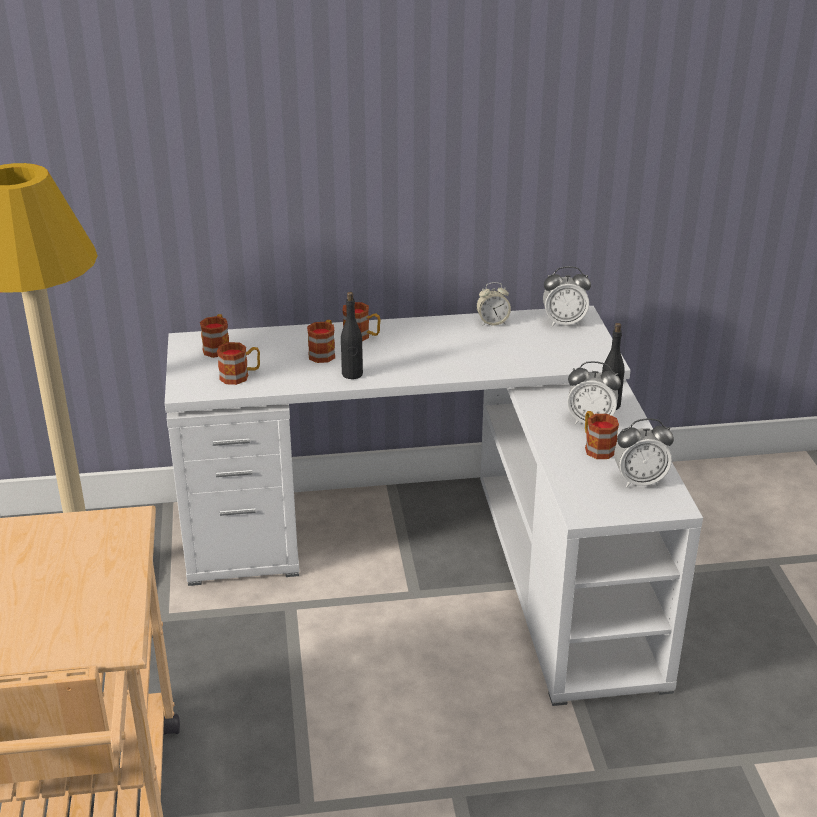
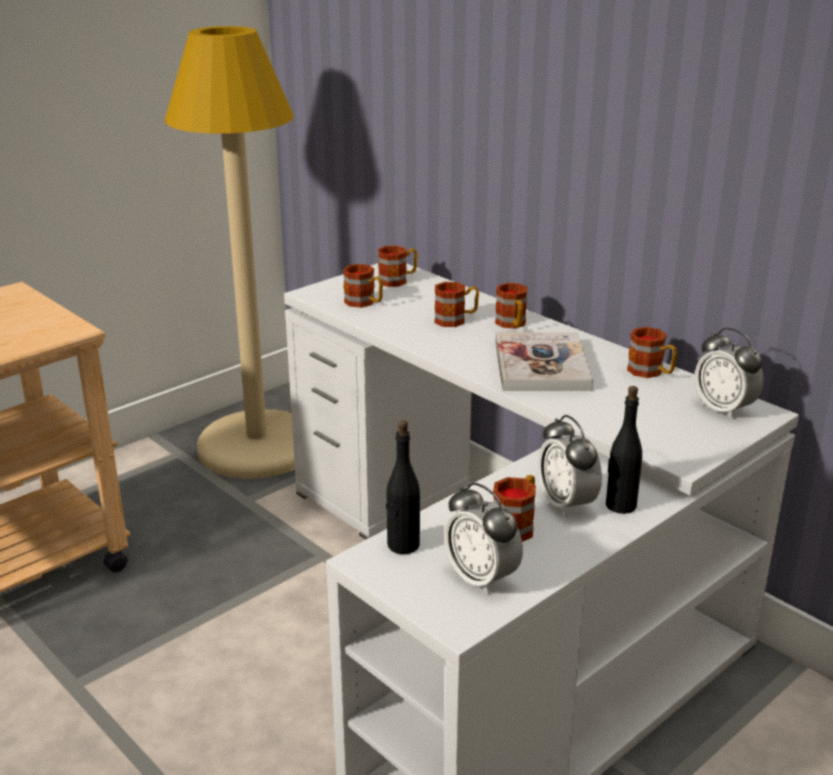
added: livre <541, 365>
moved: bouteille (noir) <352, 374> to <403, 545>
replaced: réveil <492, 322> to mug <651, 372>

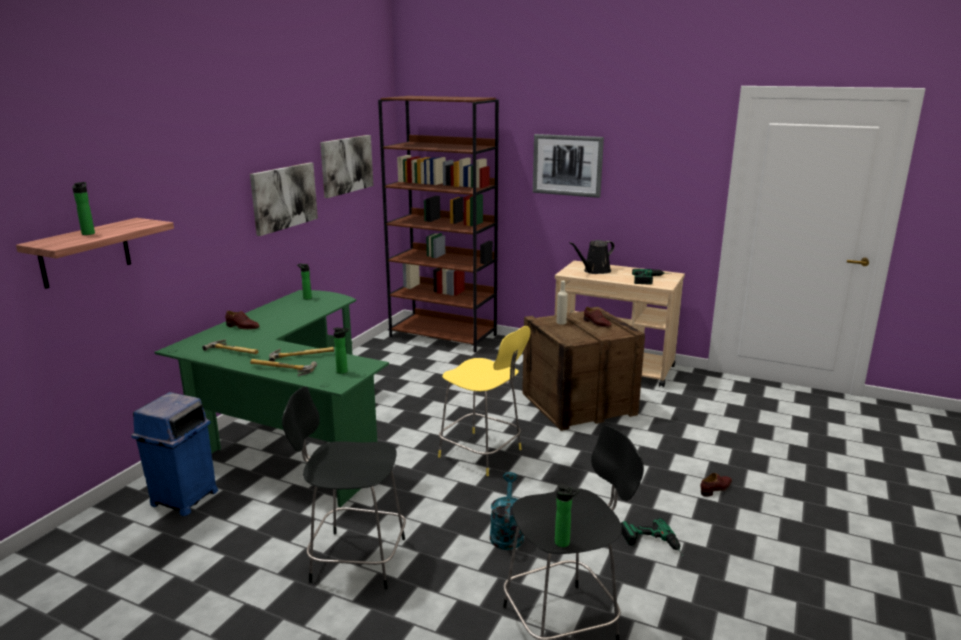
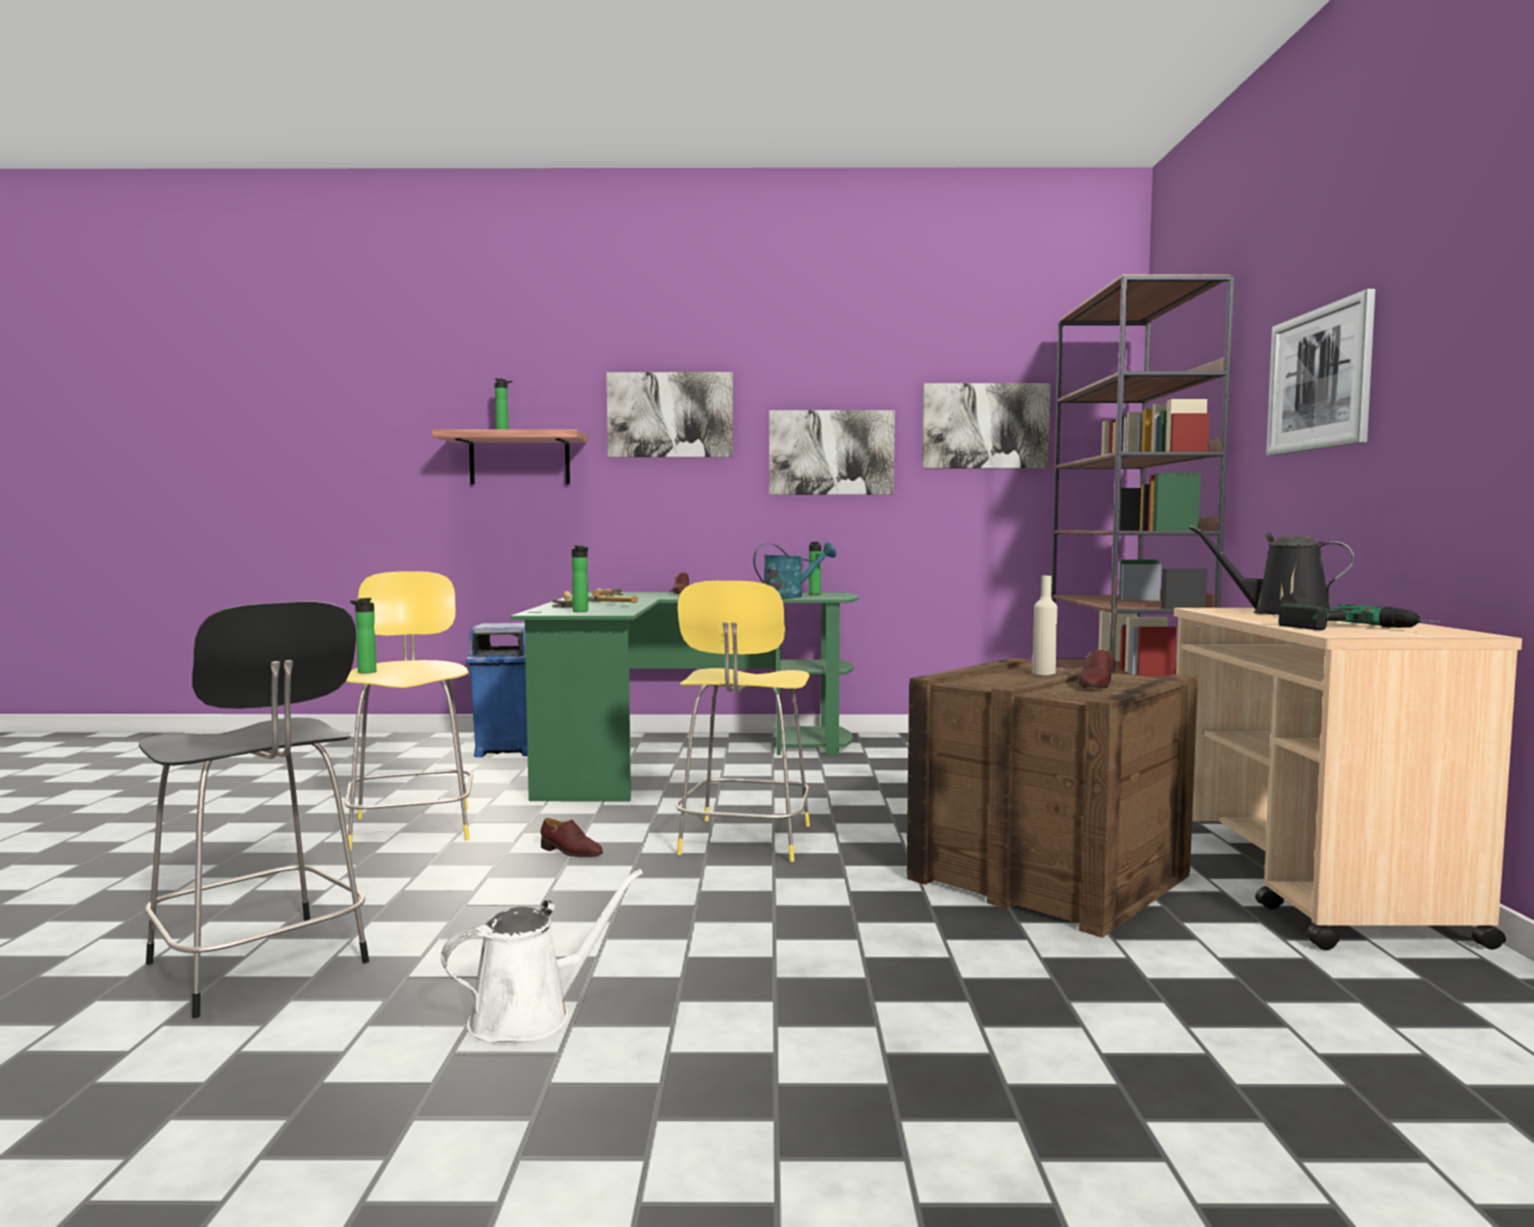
added: tableau <670, 415>
moved: arrosoir (turquoise) <506, 533> to <790, 596>; bouteille <564, 543> to <365, 672>; chaussure (marron) <716, 489> to <570, 852>
replaced: perceuse <653, 544> to arrosoir (blanc) <530, 1016>
recoloured: tabouret (noir) <355, 559> to tabouret (jaune) <412, 827>

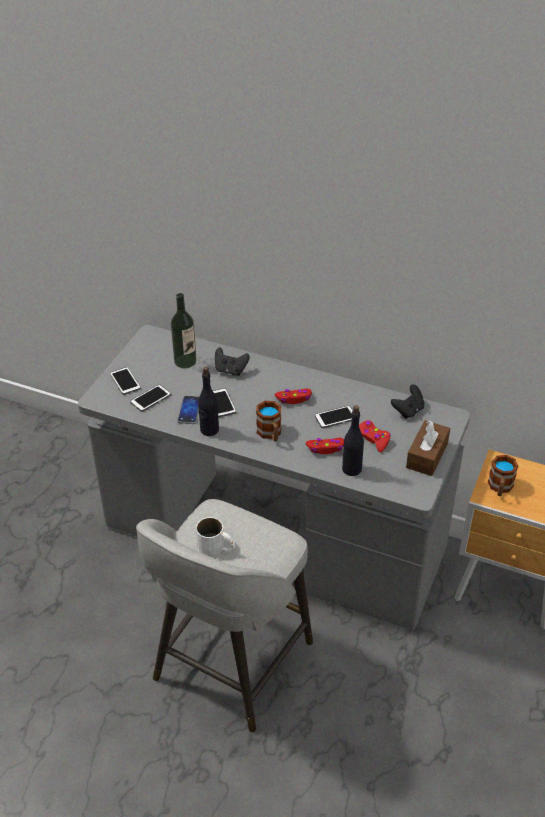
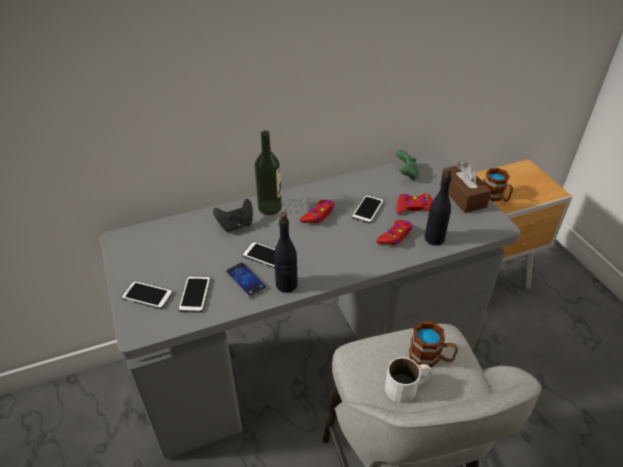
moved: bouteille <185, 361> to <270, 207>; mug <270, 434> to <430, 357>
recoloured: manette (noir) <408, 411> to manette (vert) <406, 174>

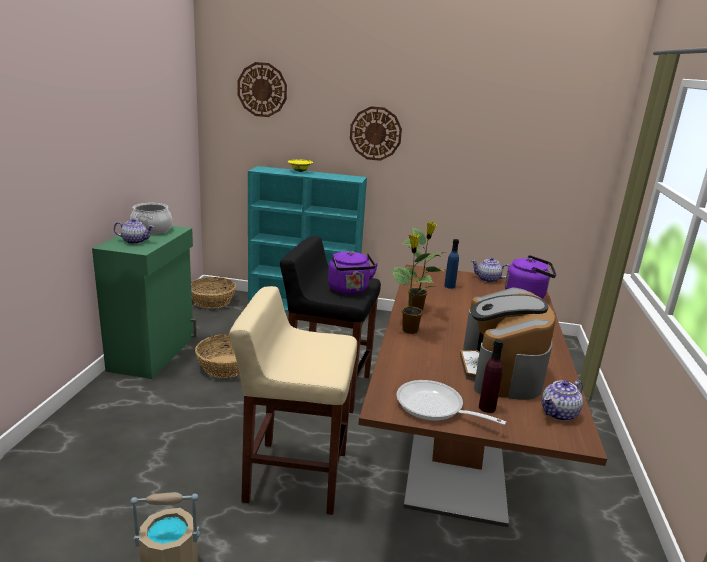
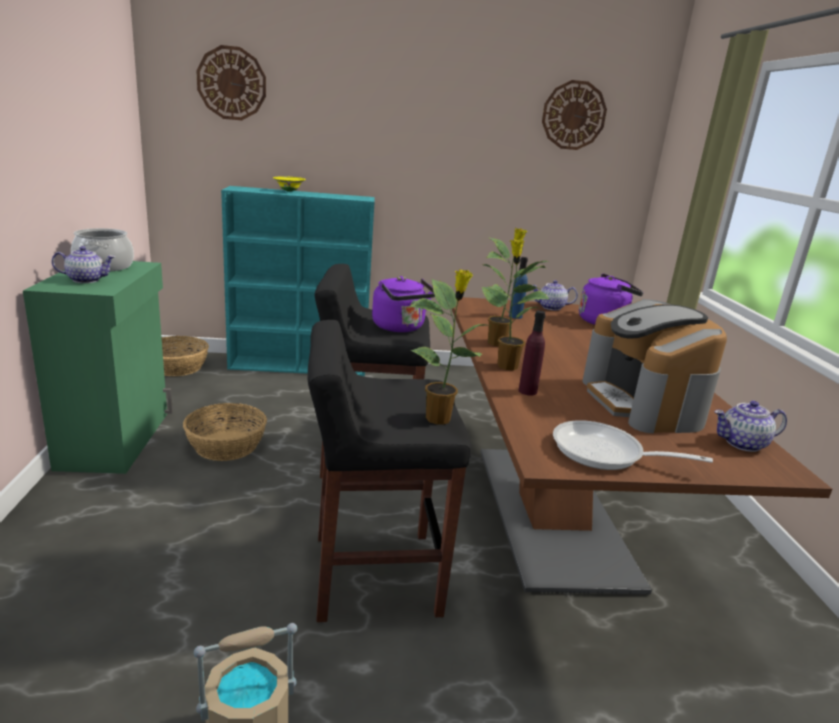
added: plante en pot <440, 419>
moved: horloge murale <375, 133> to <573, 115>; bouteille (violet) <487, 407> to <527, 391>
recoloured: tabouret (beige) <294, 476> to tabouret (noir) <373, 574>
turned: théière <559, 414> = <742, 444> 45 degrees clockwise

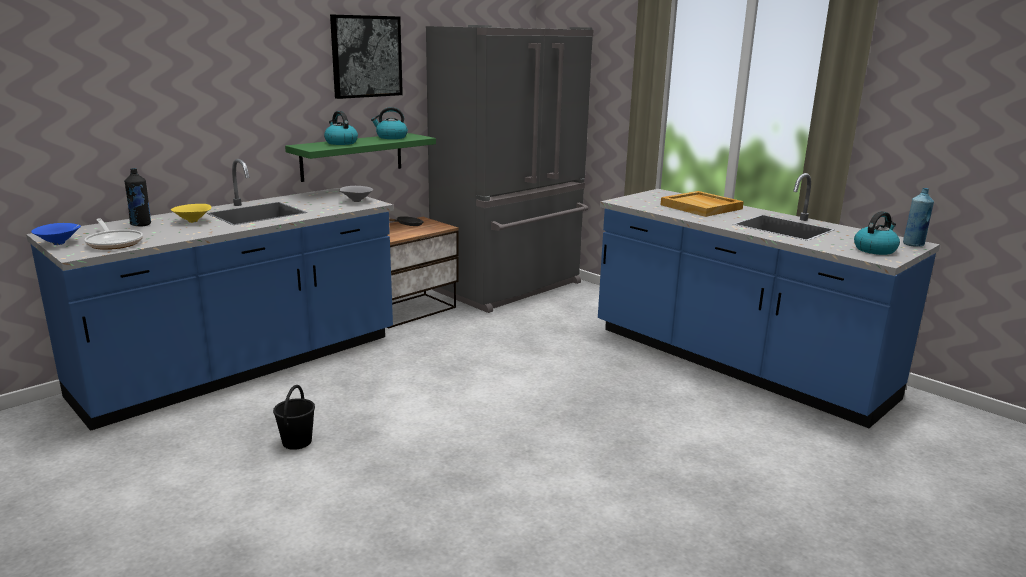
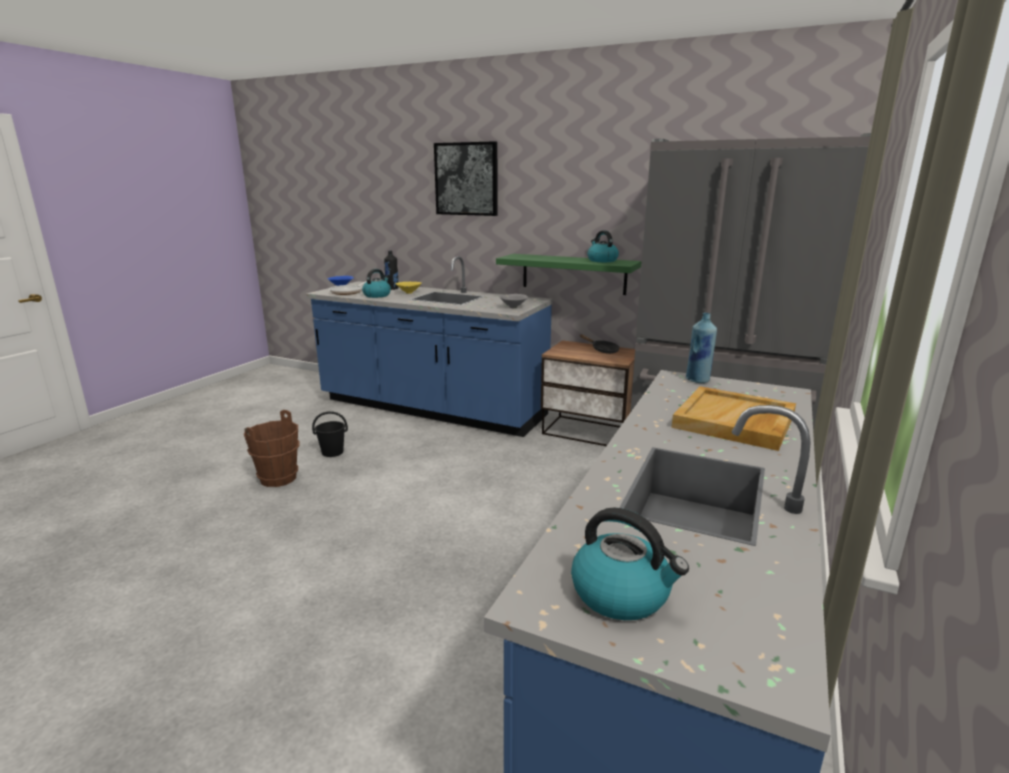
added: seau (marron) <279, 478>
moved: bouilloire <340, 143> to <377, 295>; tableau <366, 56> to <466, 179>; bouteille (bleu) <913, 245> to <698, 380>

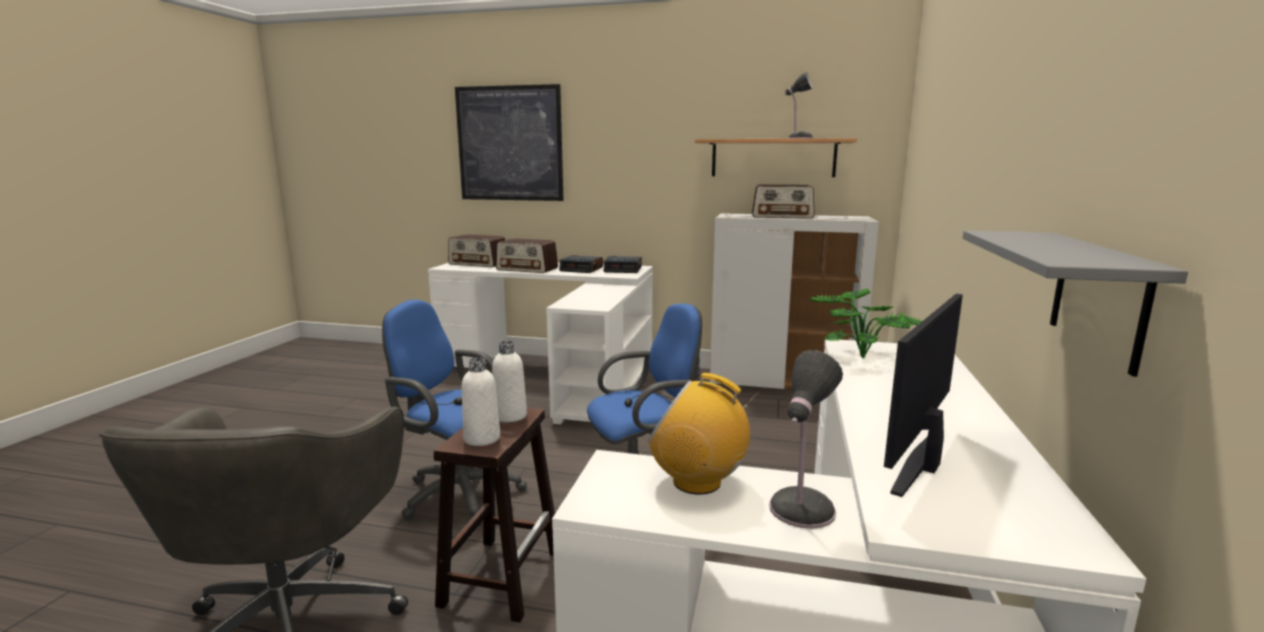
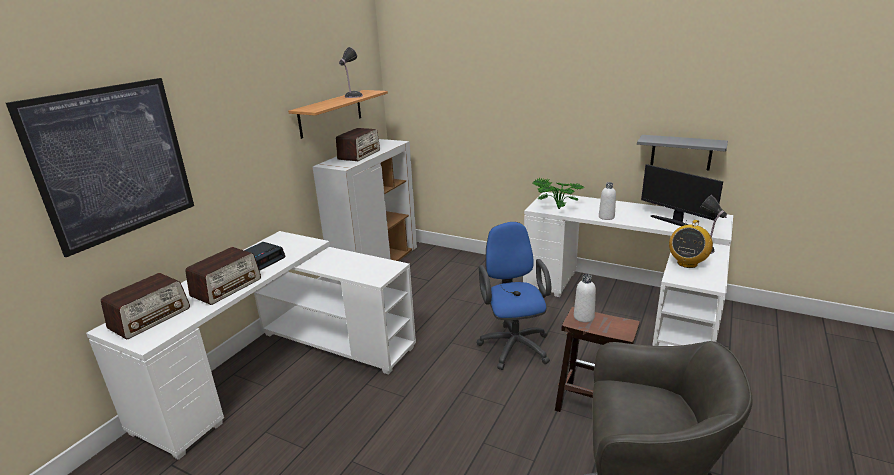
removed: chaise de bureau (bleu) <457, 493>; réveil <623, 269>
moved: bouteille (blanc) <482, 438> to <606, 217>

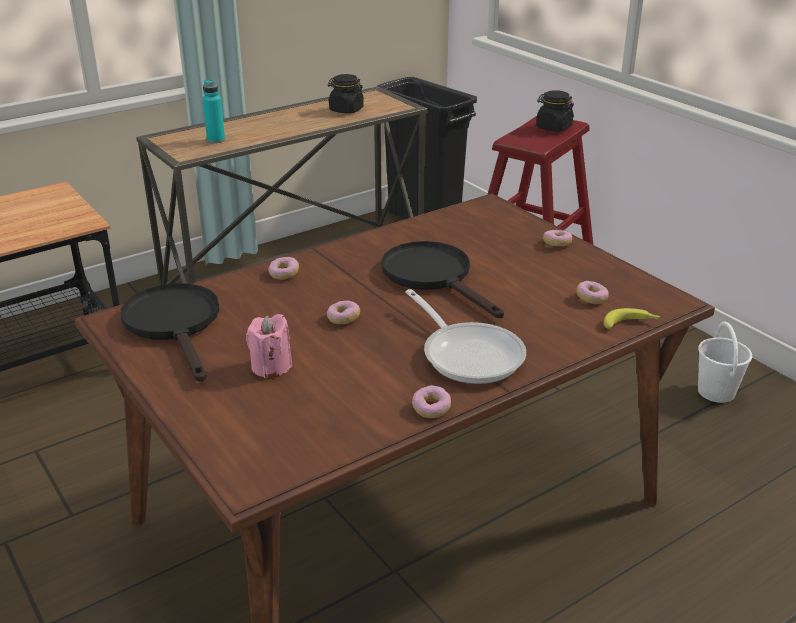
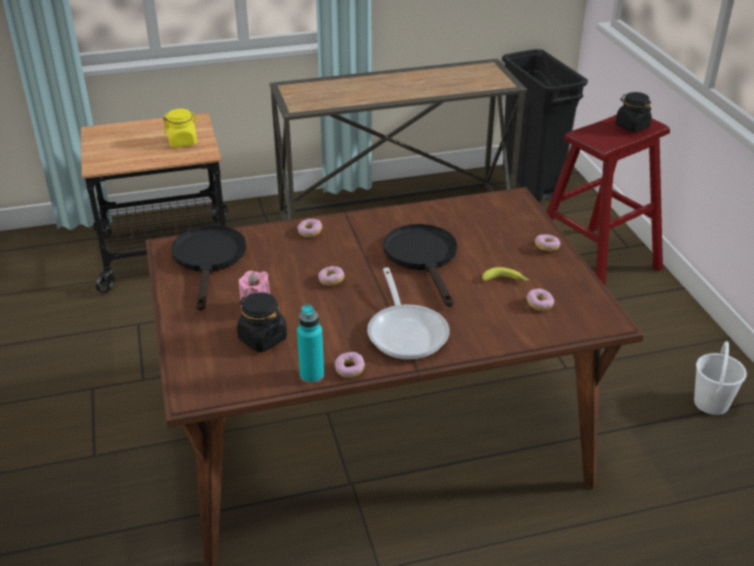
added: bocal (jaune) <183, 142>
moved: bouteille (turquoise) <216, 140> to <312, 375>; bocal (noir) <346, 110> to <262, 339>; banane <631, 324> to <505, 281>

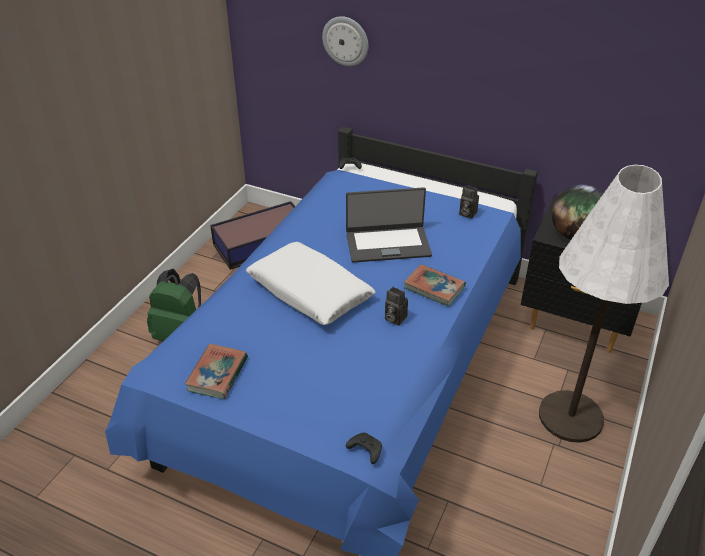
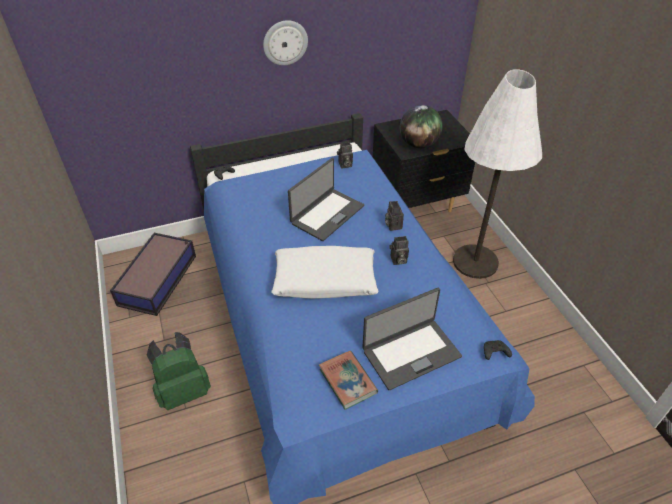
added: ordinateur portable <410, 353>
moved: horloge murale <346, 41> to <285, 42>
replaced: livre <434, 288> to appareil photo <392, 225>

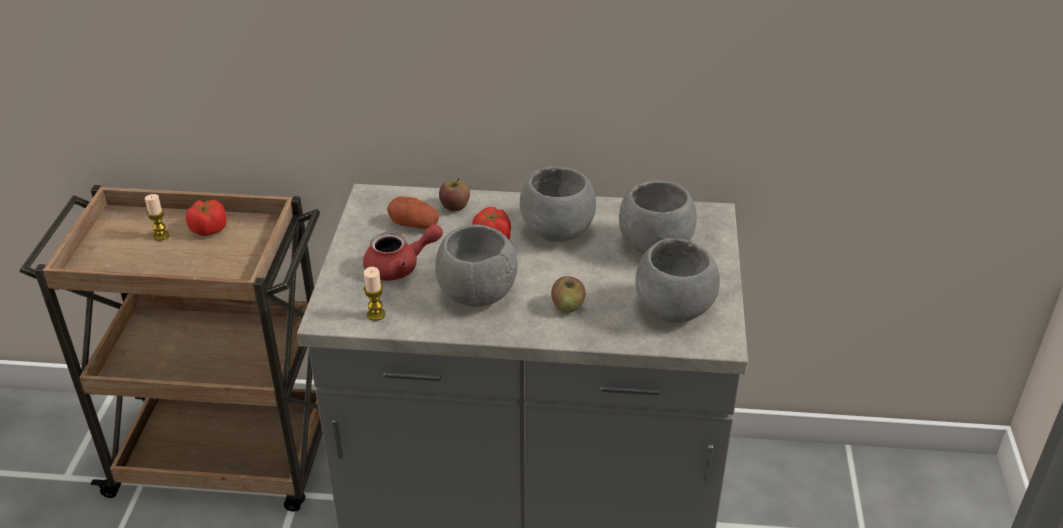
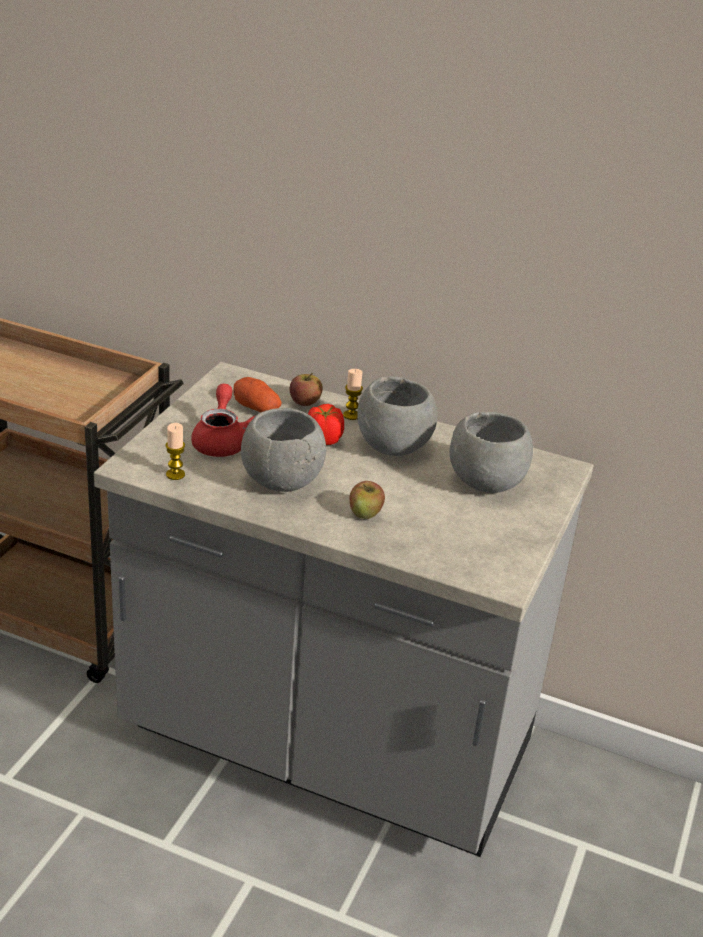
removed: tomate <208, 229>; bol (gris) <673, 310>
moved: bougie <161, 236> to <351, 415>
turned: théière (rouge) <400, 267> = <221, 441> 90 degrees counterclockwise

